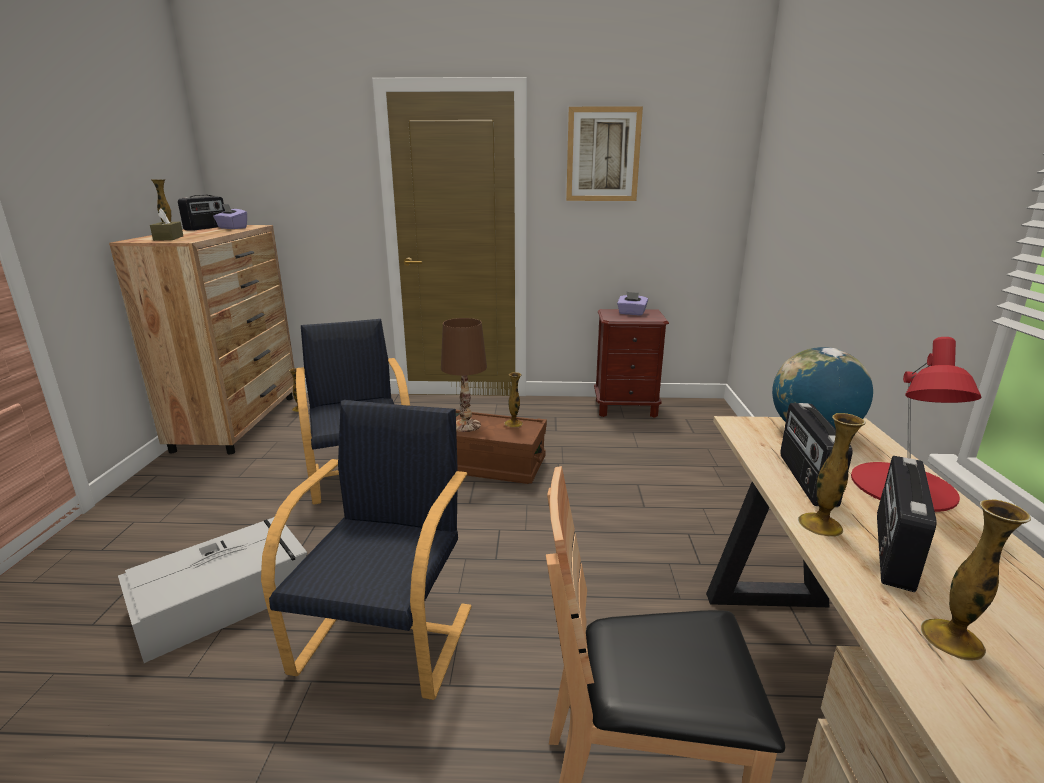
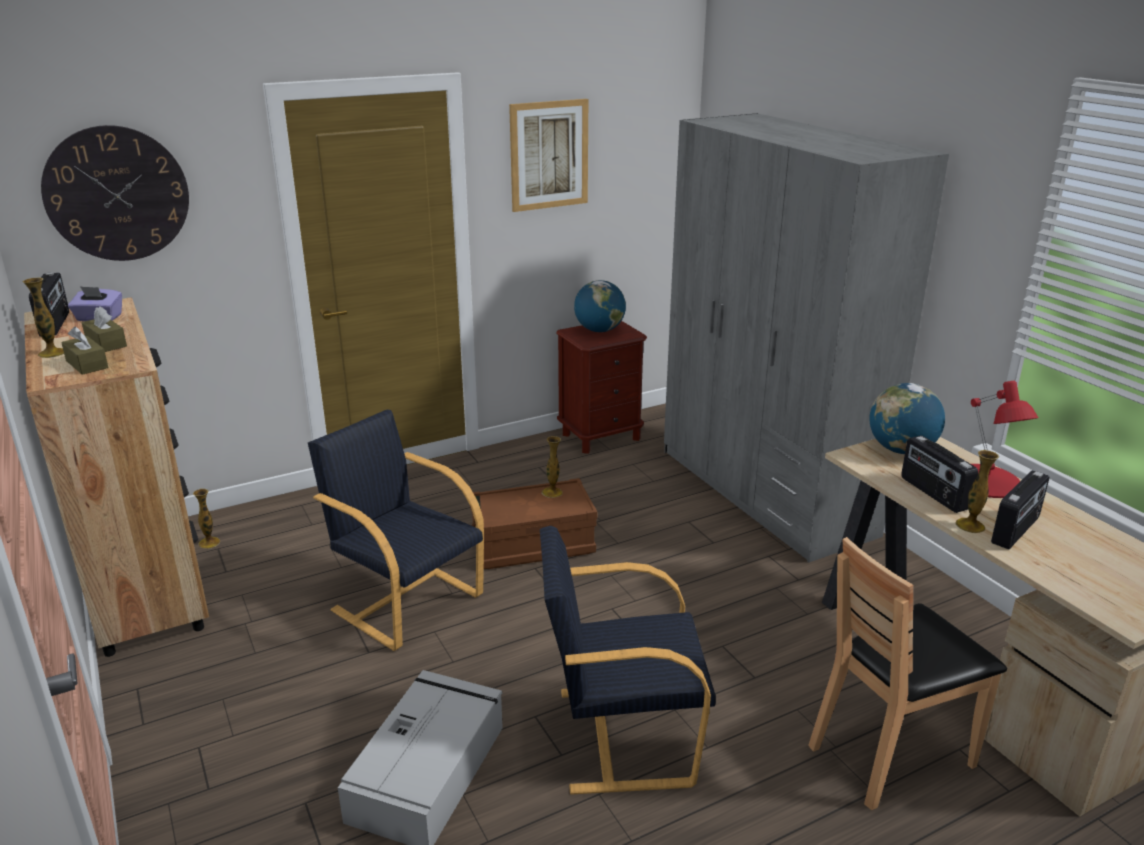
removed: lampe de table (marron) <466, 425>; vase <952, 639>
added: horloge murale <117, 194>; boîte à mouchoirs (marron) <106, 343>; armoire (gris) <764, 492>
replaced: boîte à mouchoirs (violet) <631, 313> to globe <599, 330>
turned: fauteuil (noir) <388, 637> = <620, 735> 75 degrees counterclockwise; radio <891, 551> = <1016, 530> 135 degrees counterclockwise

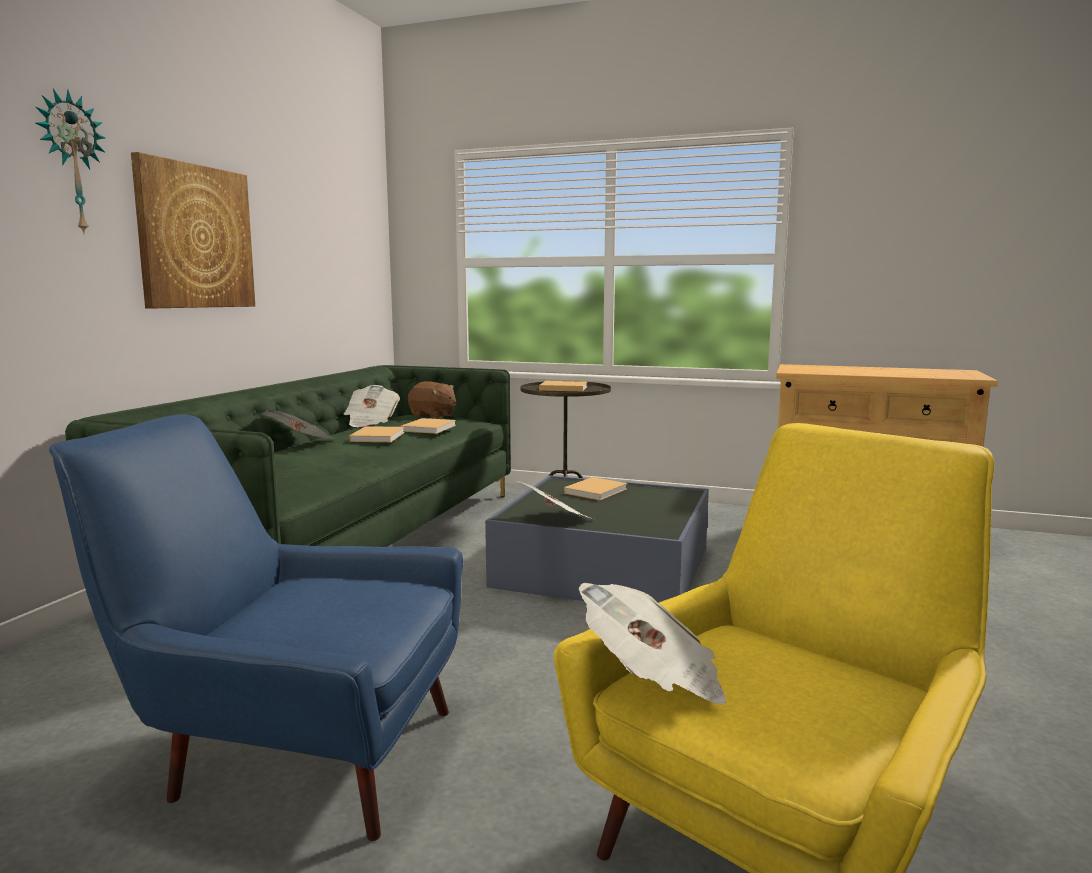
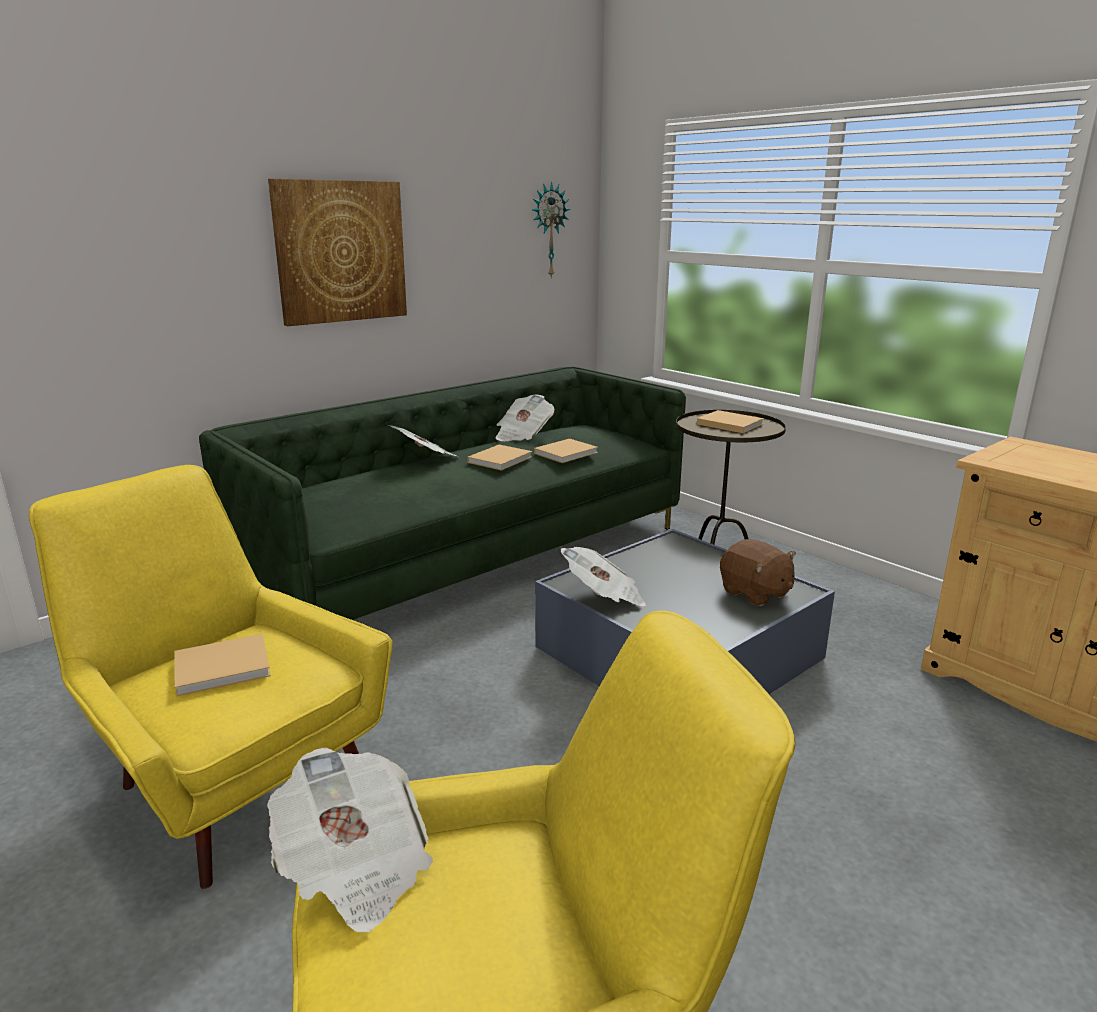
moved: horloge murale <71, 163> to <548, 231>; peluche (marron) <432, 416> to <755, 593>; livre (beige) <596, 491> to <226, 667>
recoloured: fauteuil (bleu) <291, 753> to fauteuil (jaune) <229, 776>

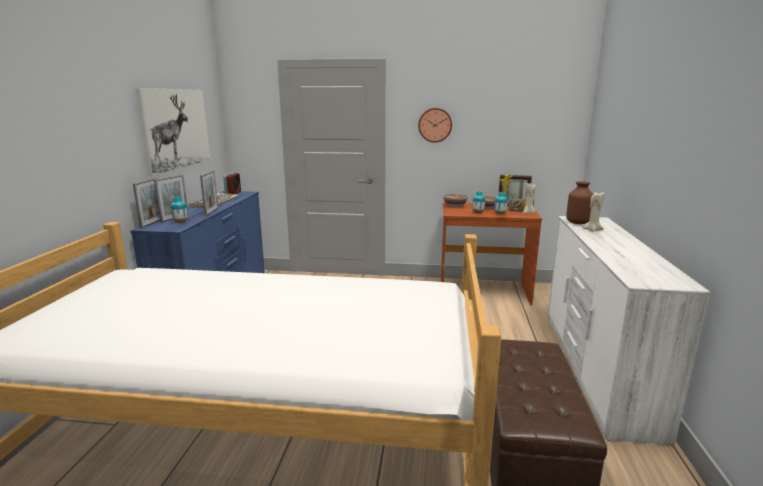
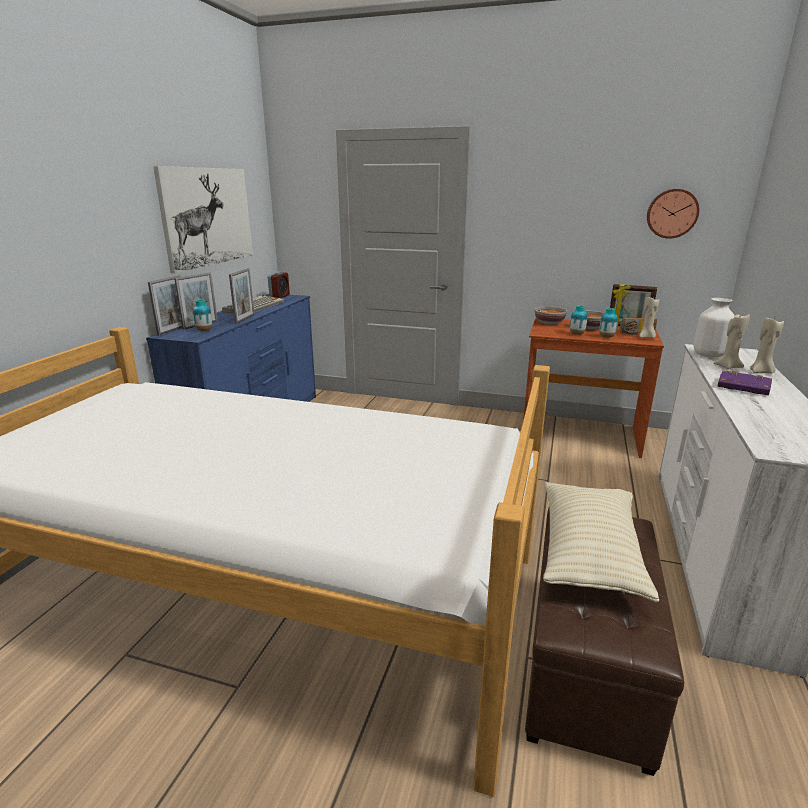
added: coussin (beige) <589, 553>; livre (violet) <742, 387>; bougie (beige) <761, 372>
moved: horloge murale <435, 125> to <672, 213>
recoloured: vase (marron) <577, 222> to vase (blanc) <708, 355>

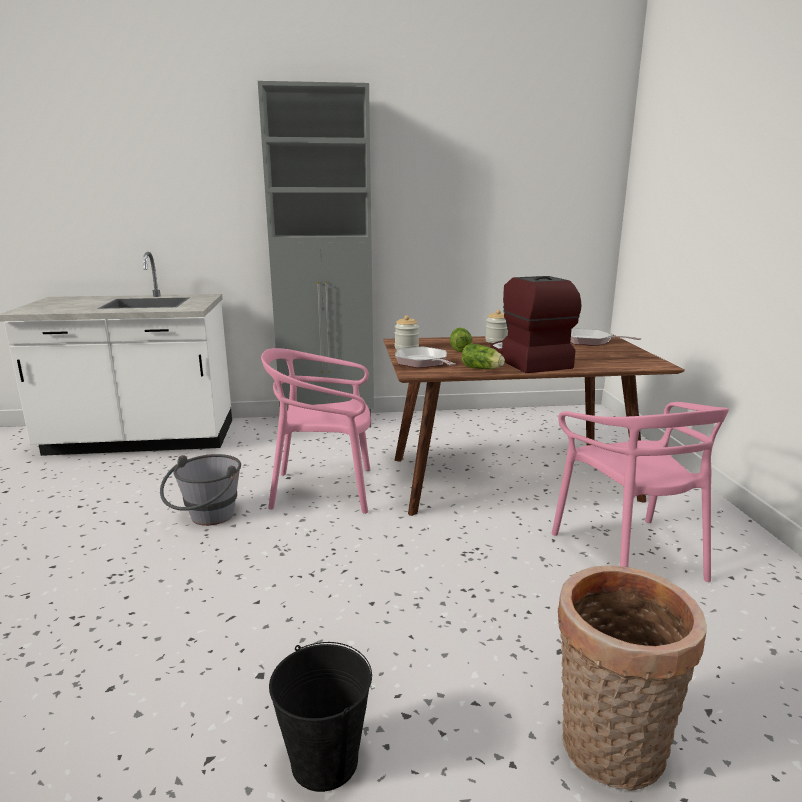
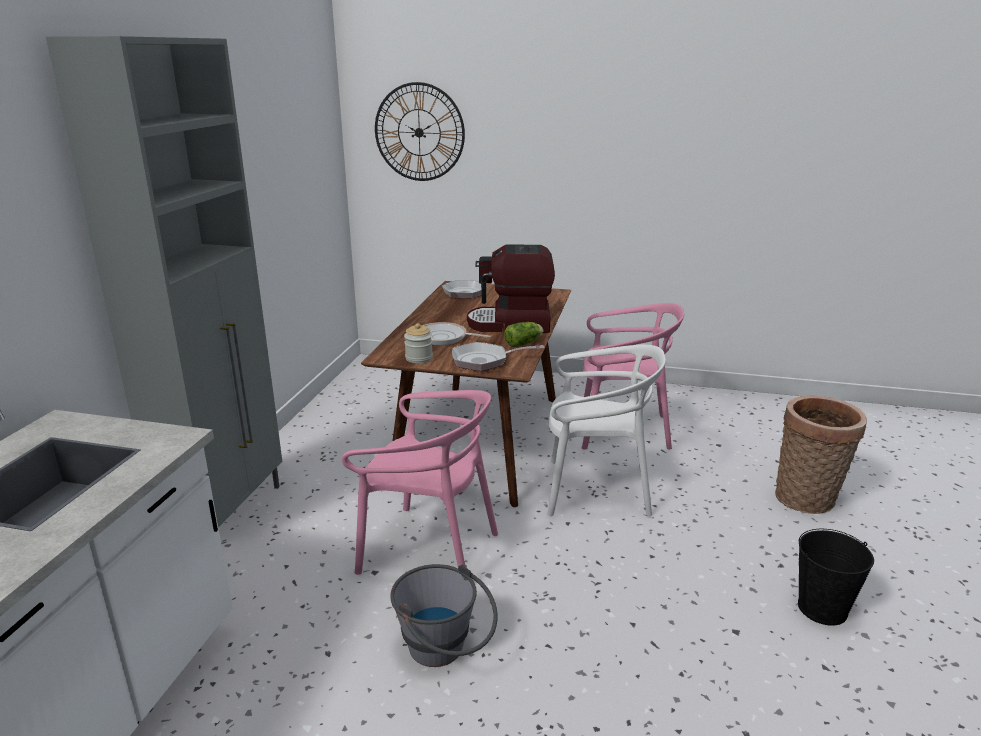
removed: bocal <496, 341>
added: horloge murale <419, 132>; chaise (blanc) <596, 490>
replaced: laitue <460, 348> to poêle <444, 338>
turned: chaise (rose) <324, 490> = <428, 549> 90 degrees counterclockwise

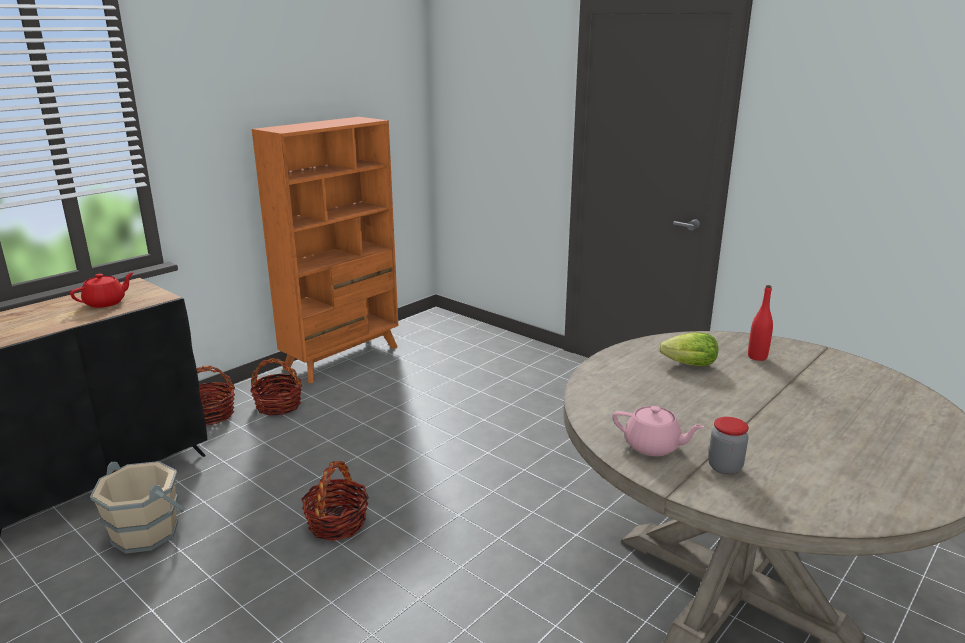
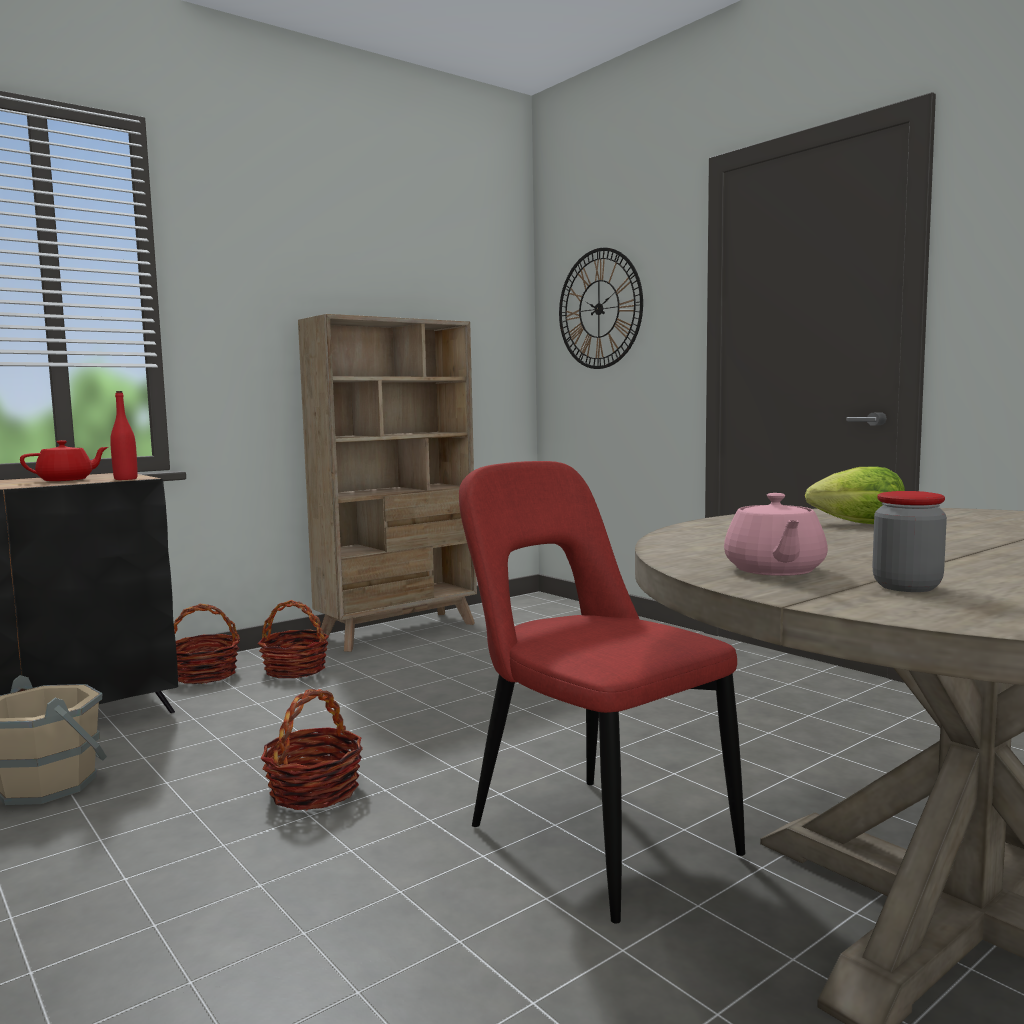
added: chaise (rouge) <592, 837>; horloge murale <599, 309>
moved: bouteille (rouge) <757, 357> to <125, 479>
recoloured: bibliothèque (orange) <343, 358> to bibliothèque (beige) <399, 631>
turned: théière (rose) <653, 446> = <774, 570> 60 degrees clockwise

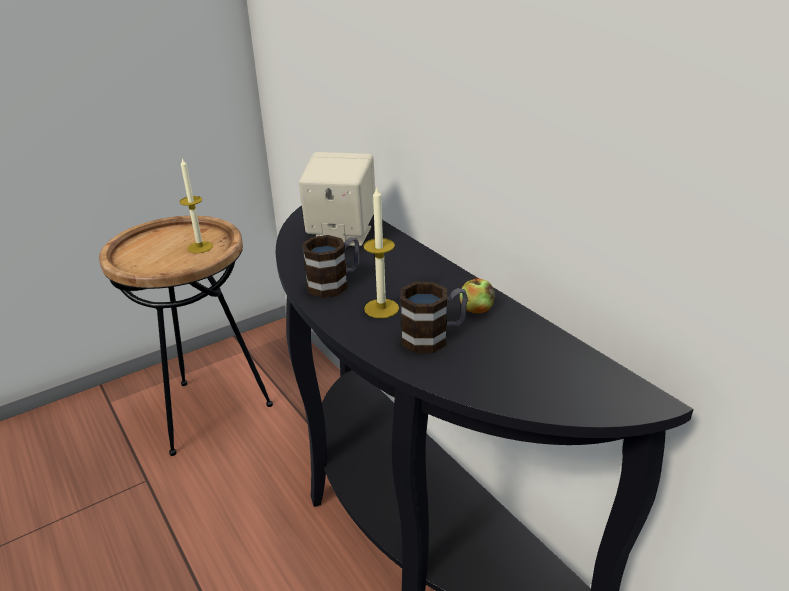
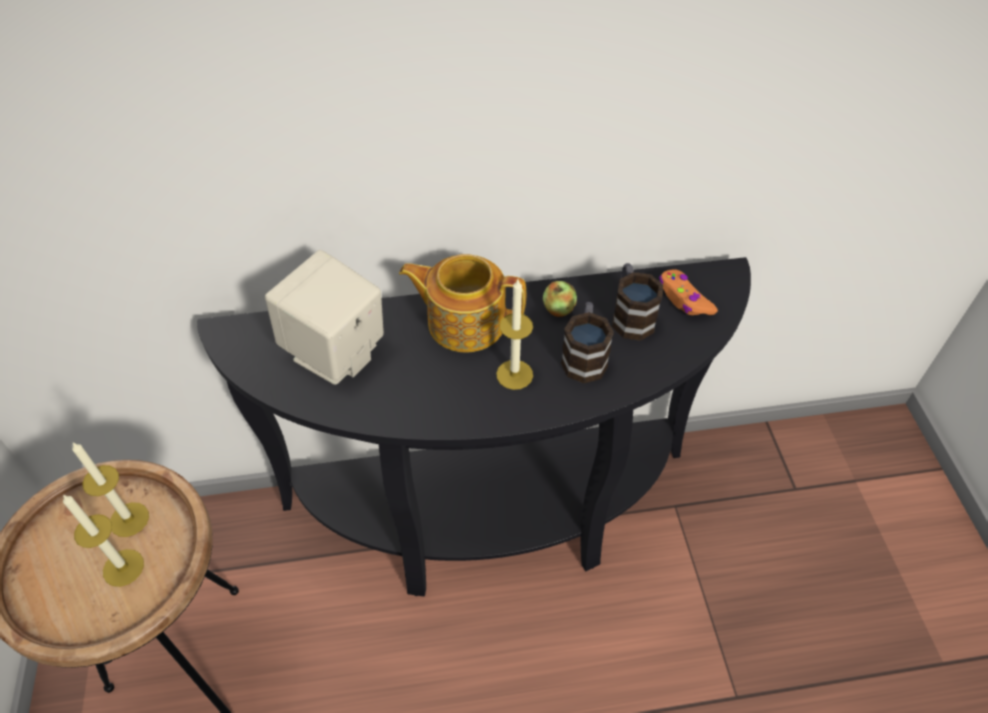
added: bougie <123, 567>; théière <464, 321>; manette (orange) <684, 299>
moved: mug <335, 283> to <630, 315>

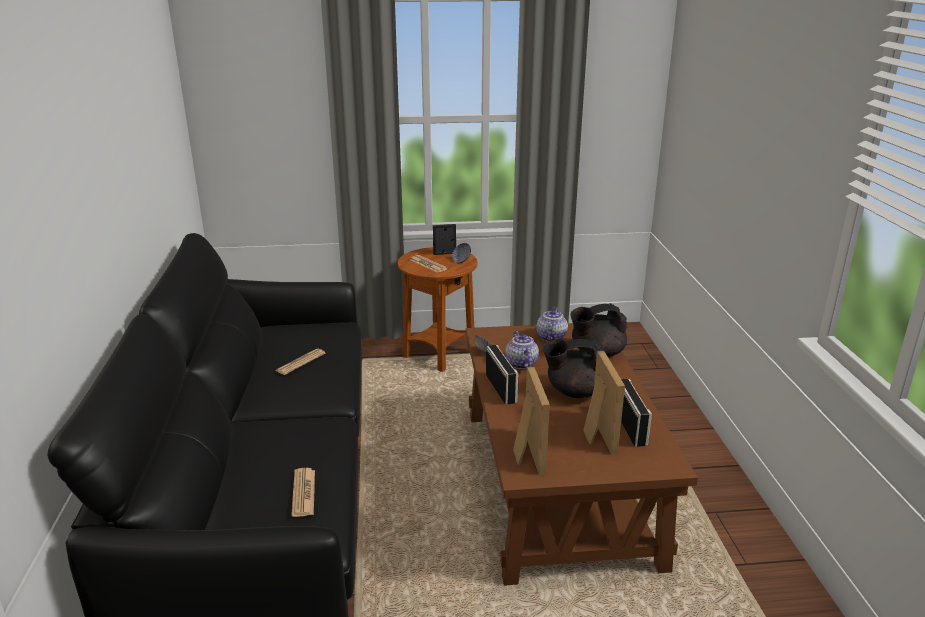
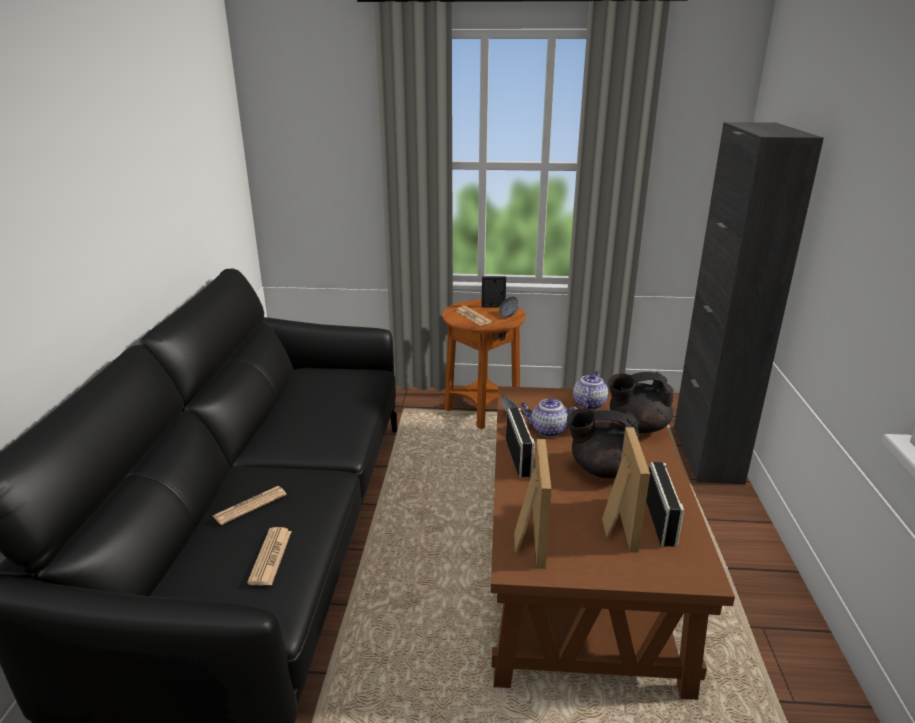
added: meuble de rangement (noir) <707, 454>
moved: journal <300, 362> to <250, 505>
turned: théière <520, 363> = <548, 430> 75 degrees counterclockwise

